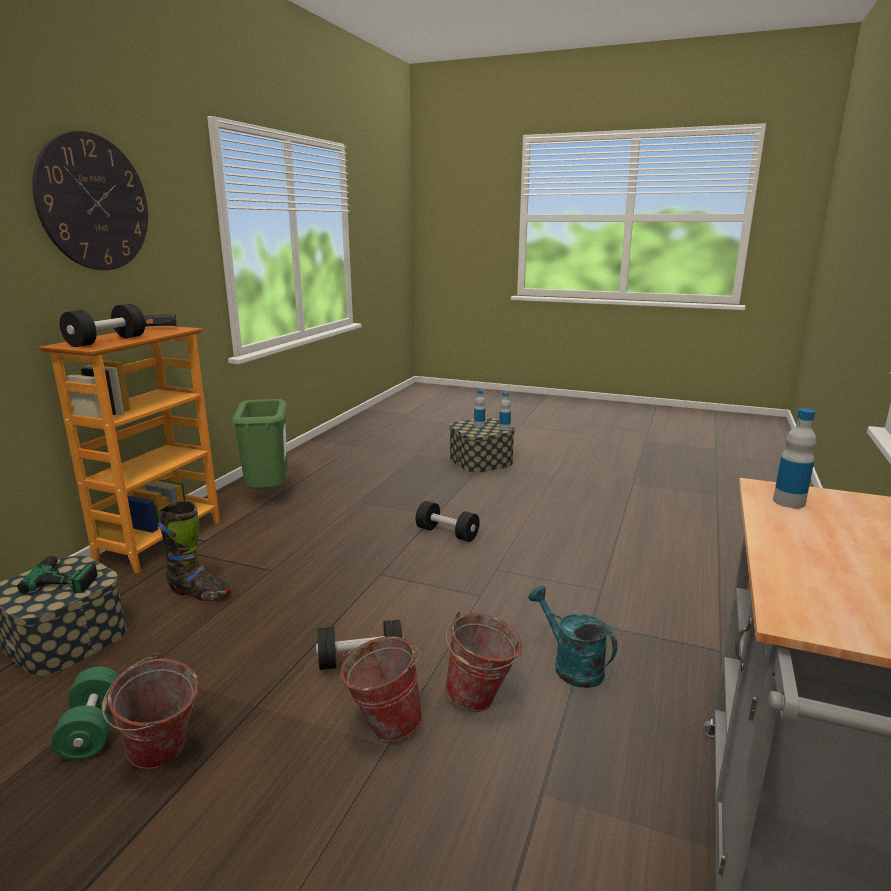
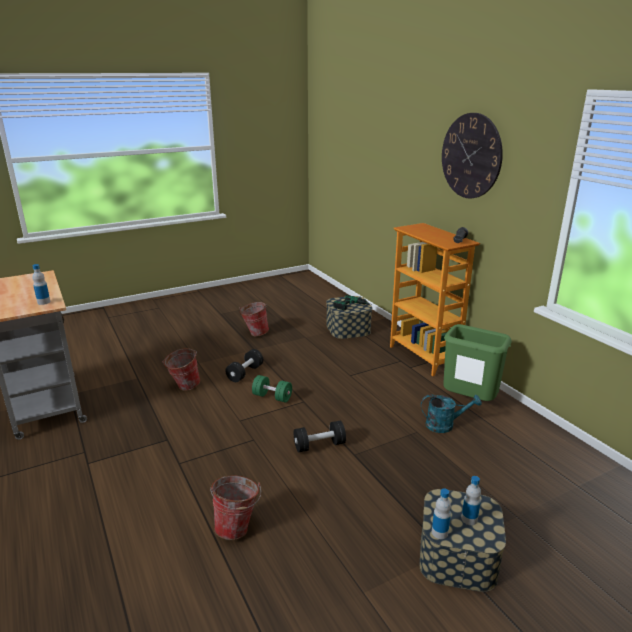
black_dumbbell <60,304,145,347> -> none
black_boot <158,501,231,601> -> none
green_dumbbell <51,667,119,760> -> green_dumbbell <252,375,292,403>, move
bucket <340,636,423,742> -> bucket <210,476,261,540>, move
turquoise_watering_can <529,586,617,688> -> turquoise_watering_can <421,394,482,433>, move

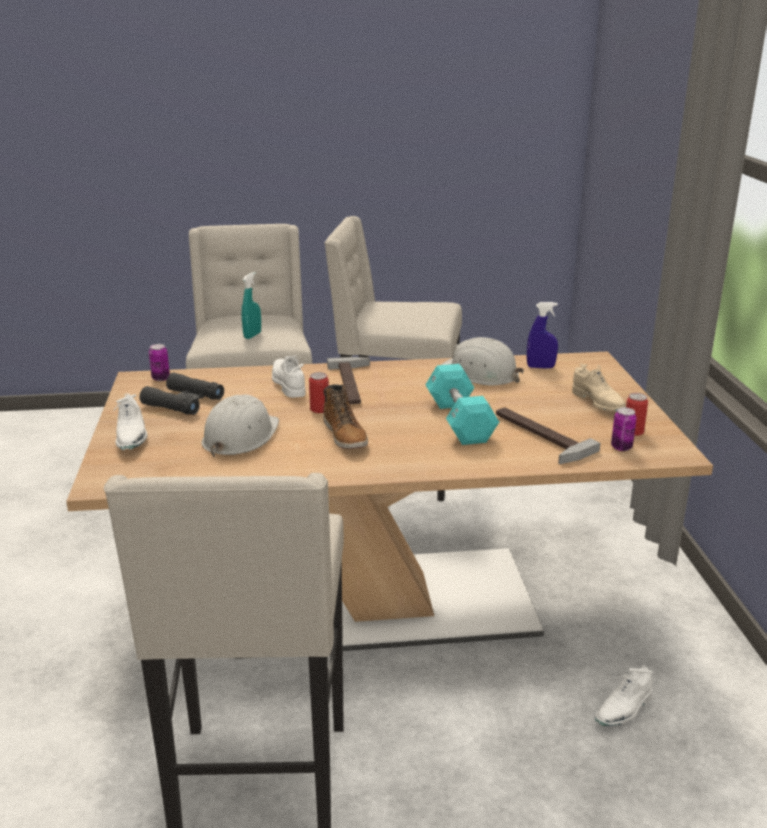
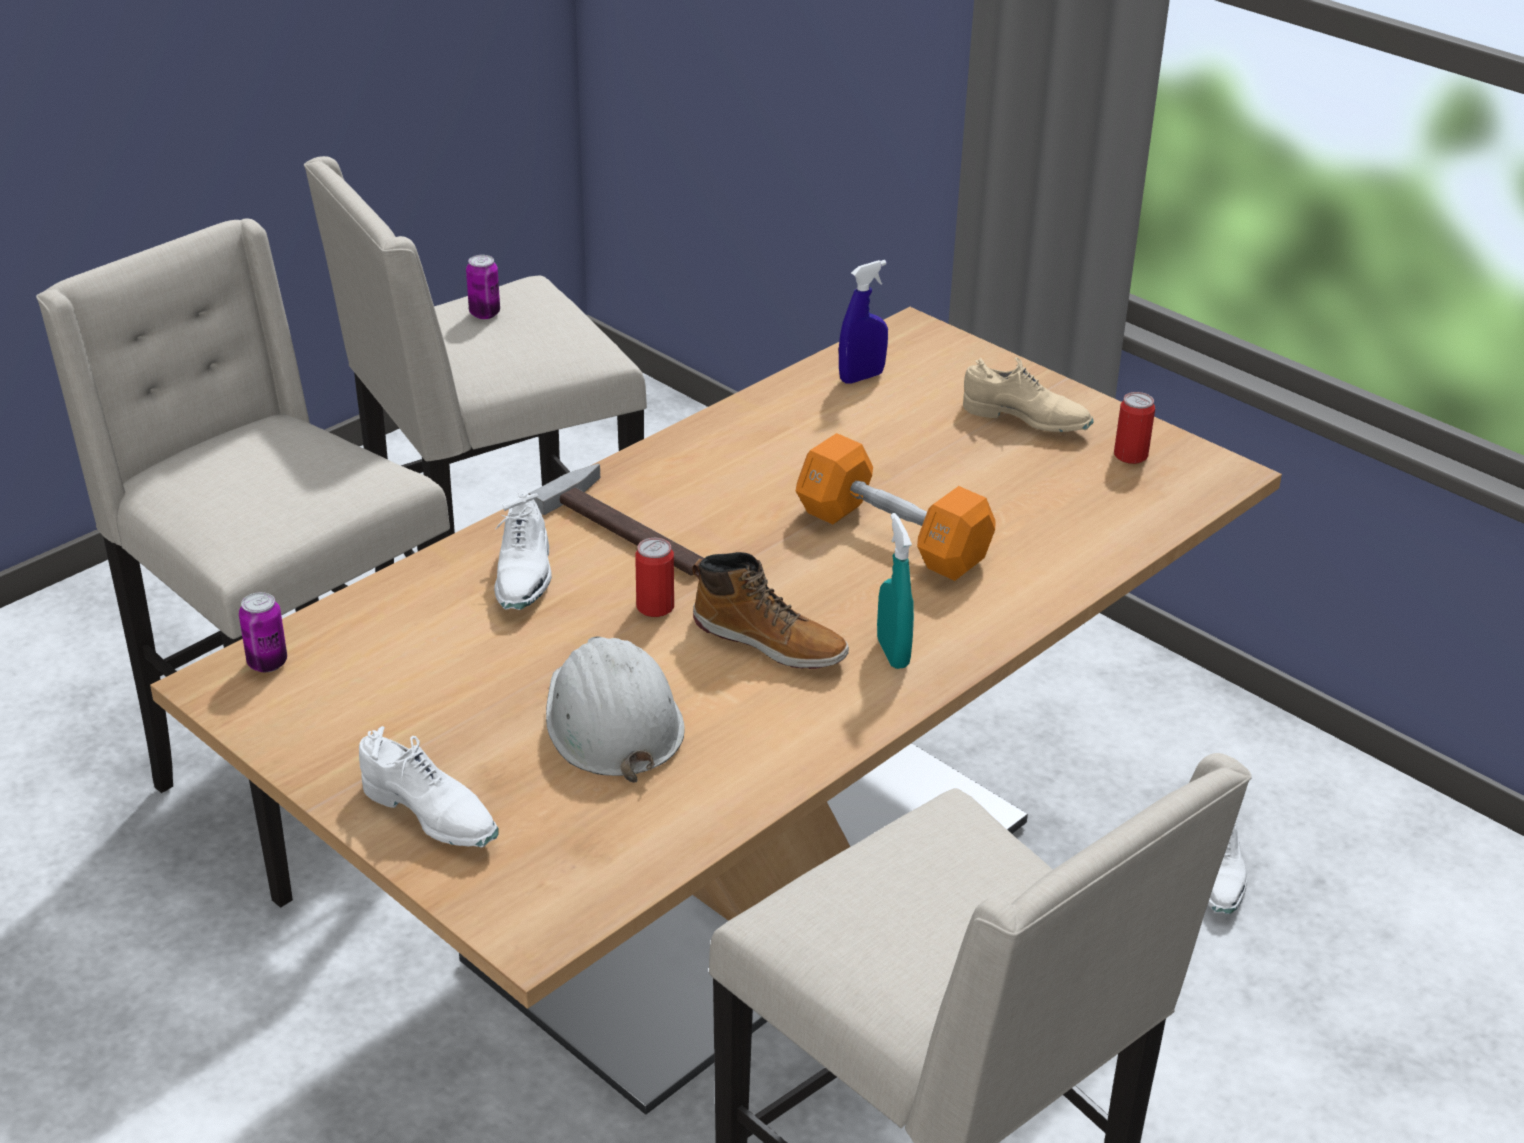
black_binoculars <140,373,224,415> -> none
white_hard_hat <441,337,524,386> -> none
hammer <496,407,600,464> -> none
turquoise_spray_bottle <242,272,261,339> -> turquoise_spray_bottle <877,513,914,669>, move
can <611,407,637,451> -> can <466,255,500,319>, move
turquoise_dumbbell <425,364,499,445> -> orange_dumbbell <796,433,996,581>
white_shoe <272,356,306,398> -> white_shoe <494,490,552,610>, 120 degrees counterclockwise

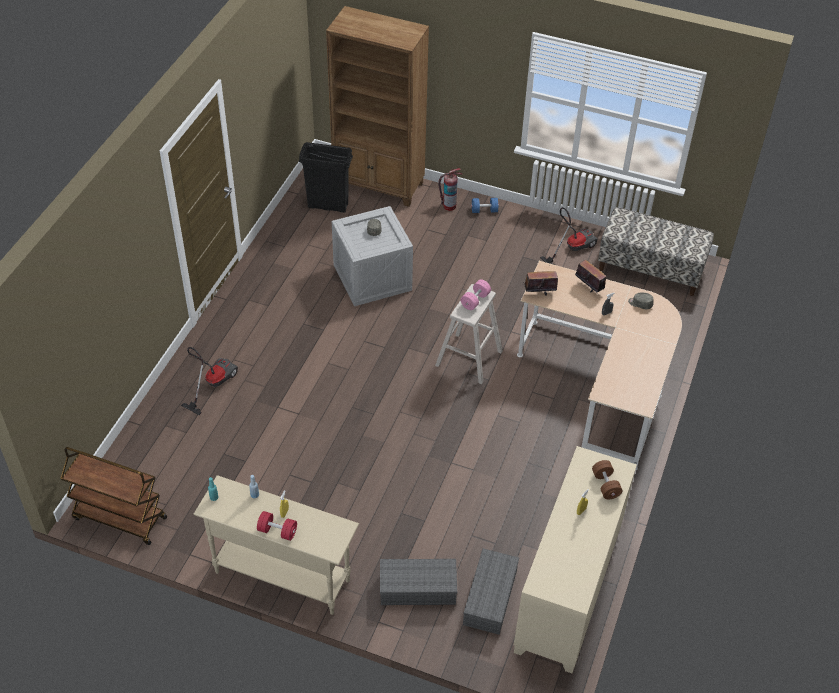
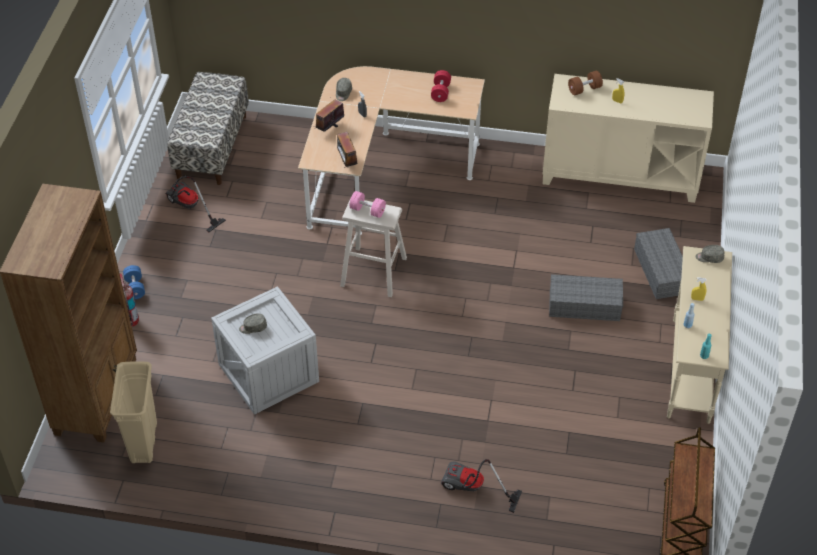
none -> grey_cap <696,245,724,263>
red_dumbbell <257,511,297,541> -> red_dumbbell <431,70,451,102>, move
grey_storage_box <463,548,519,635> -> grey_storage_box <549,274,623,321>, move
black_trash_can <299,142,353,213> -> beige_trash_can <110,361,157,463>

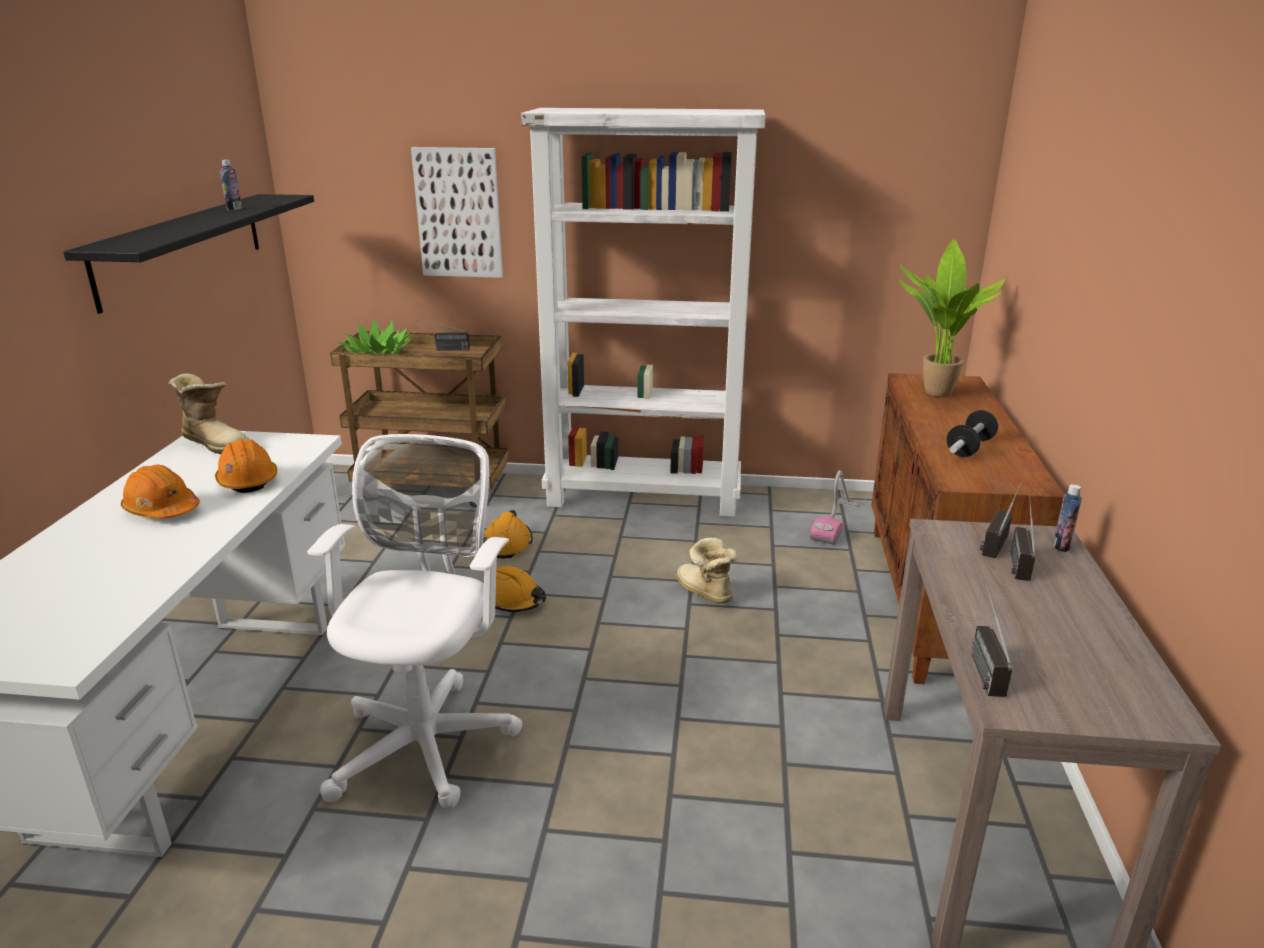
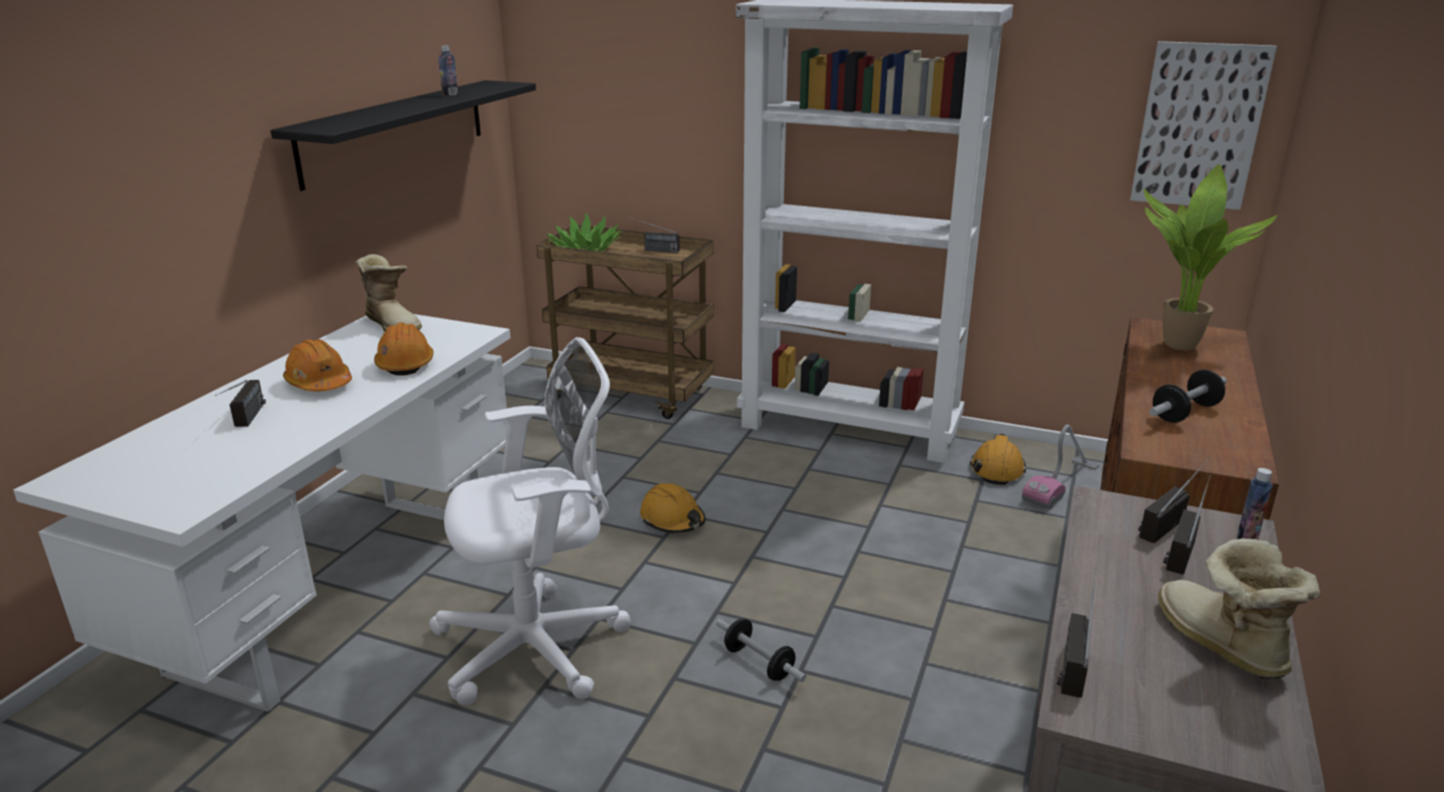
none -> radio <215,380,266,427>
none -> dumbbell <716,619,806,682>
picture <411,147,503,278> -> picture <1130,41,1277,210>, move
orange_hard_hat <483,510,533,558> -> orange_hard_hat <970,434,1026,485>, move
boot <676,538,737,604> -> boot <1158,538,1320,679>, move
white_office_chair <307,434,522,808> -> white_office_chair <429,337,631,705>, 45 degrees clockwise

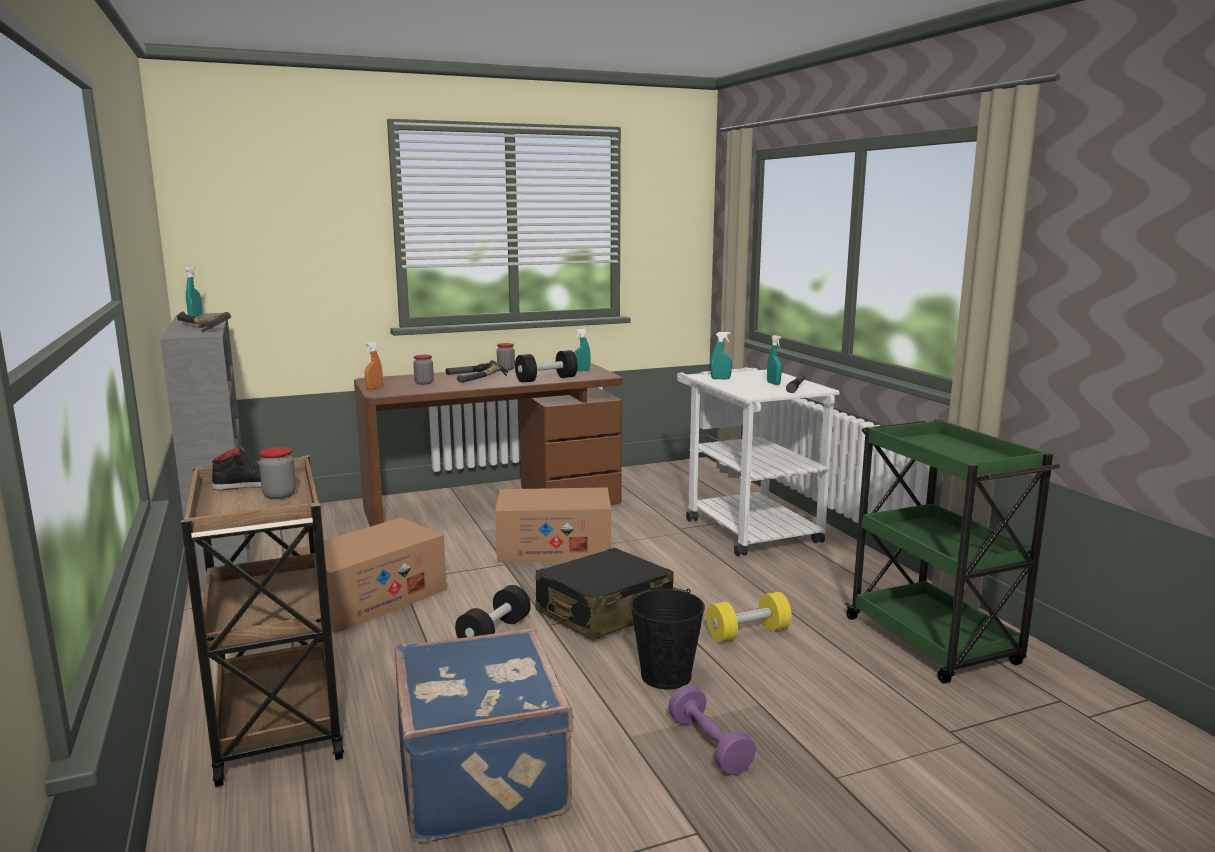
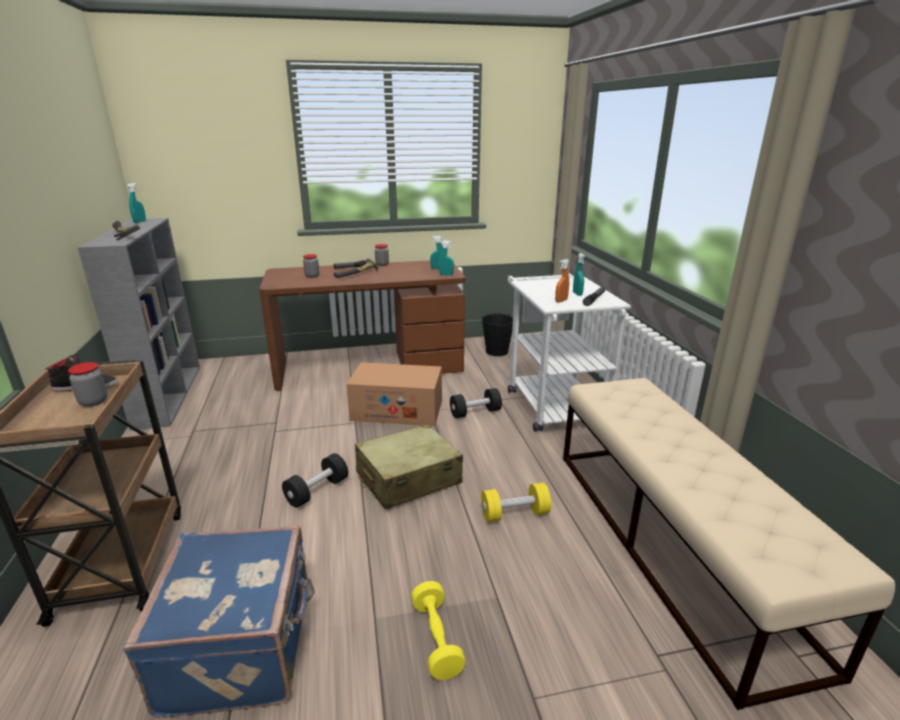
cardboard_box <290,517,447,633> -> none
orange_spray_bottle <365,342,383,389> -> orange_spray_bottle <555,259,569,302>, move
black_dumbbell <515,350,578,383> -> black_dumbbell <450,388,502,418>, move
black_bucket <630,587,705,690> -> black_bucket <482,313,513,356>, move
turquoise_spray_bottle <711,332,732,379> -> turquoise_spray_bottle <439,241,454,276>, move
green_cart <844,419,1060,684> -> beige_bench <563,378,895,710>
black_suitcase <535,548,674,641> -> beige_suitcase <355,424,463,510>
purple_dumbbell <668,685,756,775> -> yellow_dumbbell <411,581,466,680>

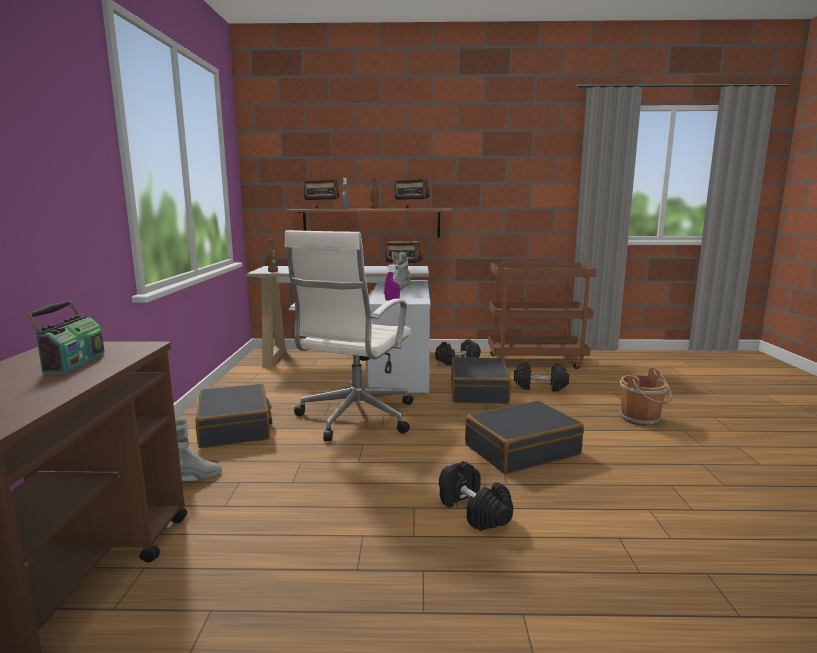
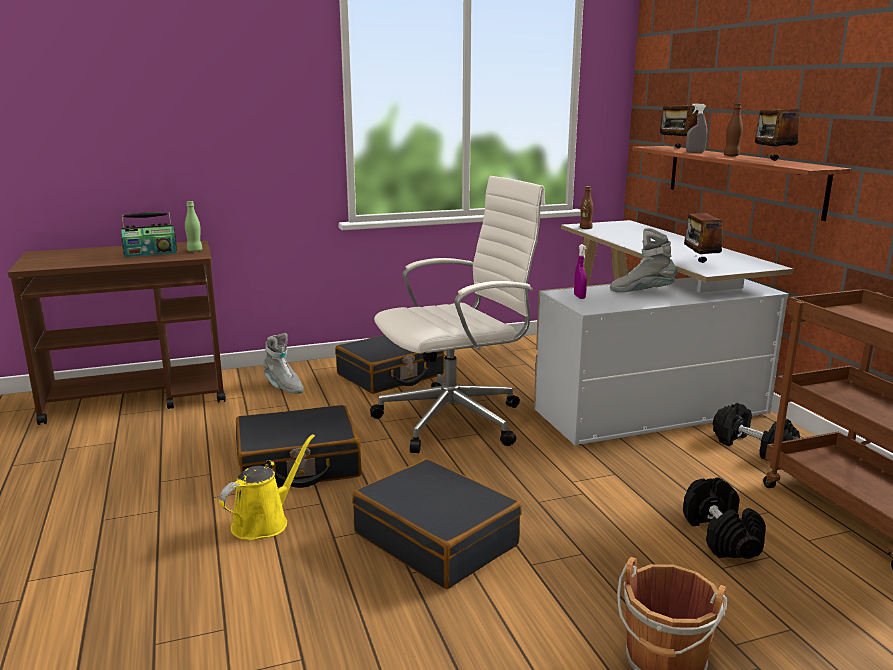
none -> green_bottle <185,201,203,252>
black_suitcase <451,357,511,404> -> black_suitcase <236,405,362,488>, move
black_dumbbell <439,461,513,531> -> yellow_watering_can <219,434,315,540>
white_office_chair <285,230,413,441> -> white_office_chair <370,176,545,453>, 150 degrees clockwise

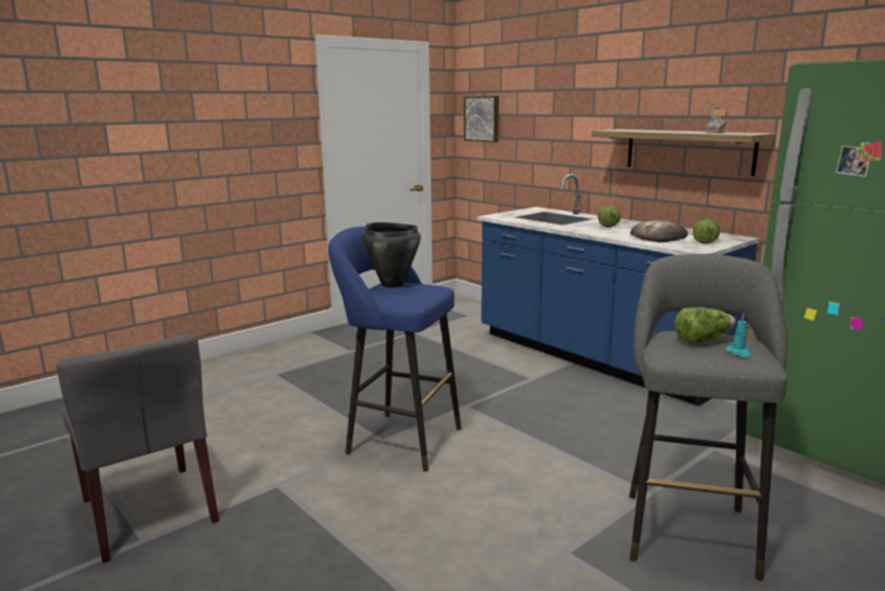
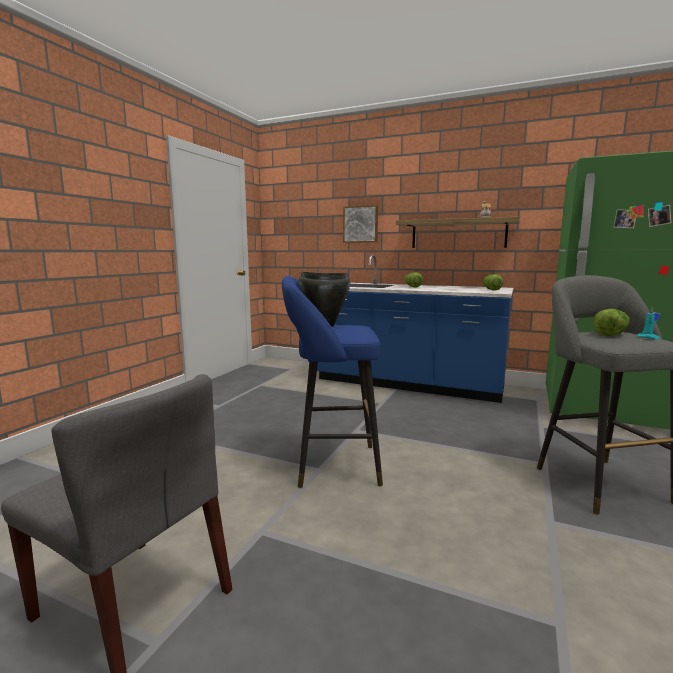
bread <630,220,688,242> -> none
picture <464,96,499,142> -> picture <343,205,378,243>, move

